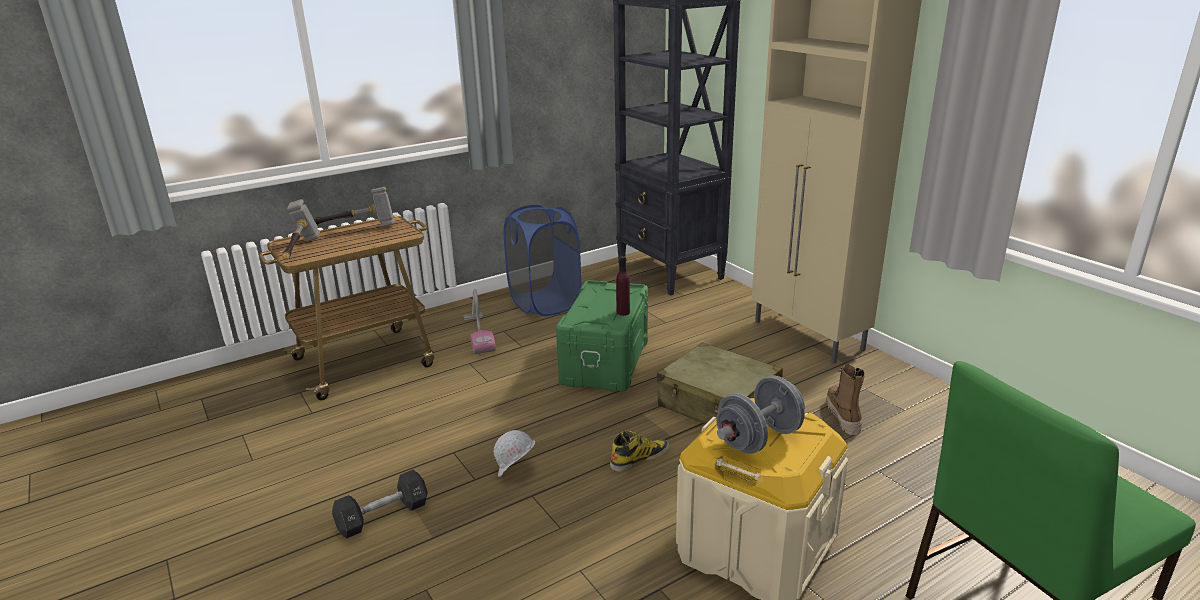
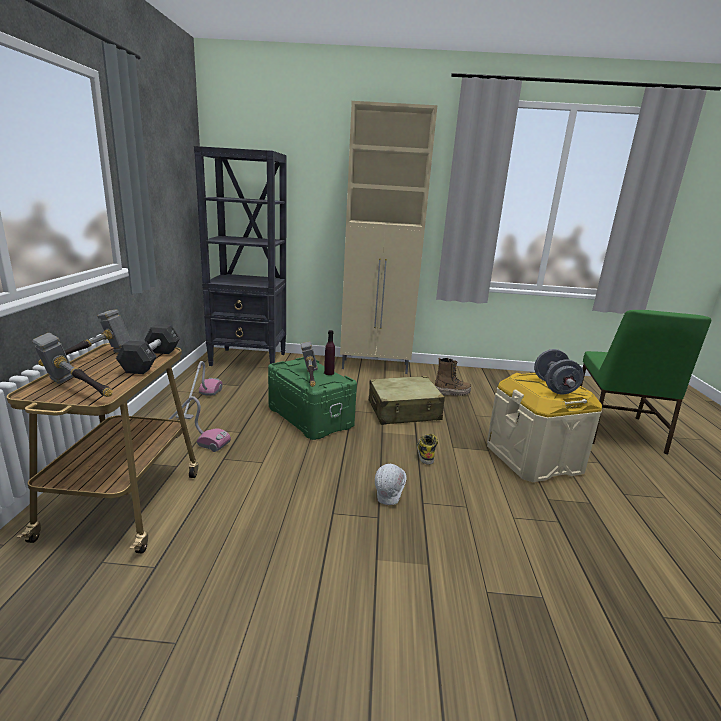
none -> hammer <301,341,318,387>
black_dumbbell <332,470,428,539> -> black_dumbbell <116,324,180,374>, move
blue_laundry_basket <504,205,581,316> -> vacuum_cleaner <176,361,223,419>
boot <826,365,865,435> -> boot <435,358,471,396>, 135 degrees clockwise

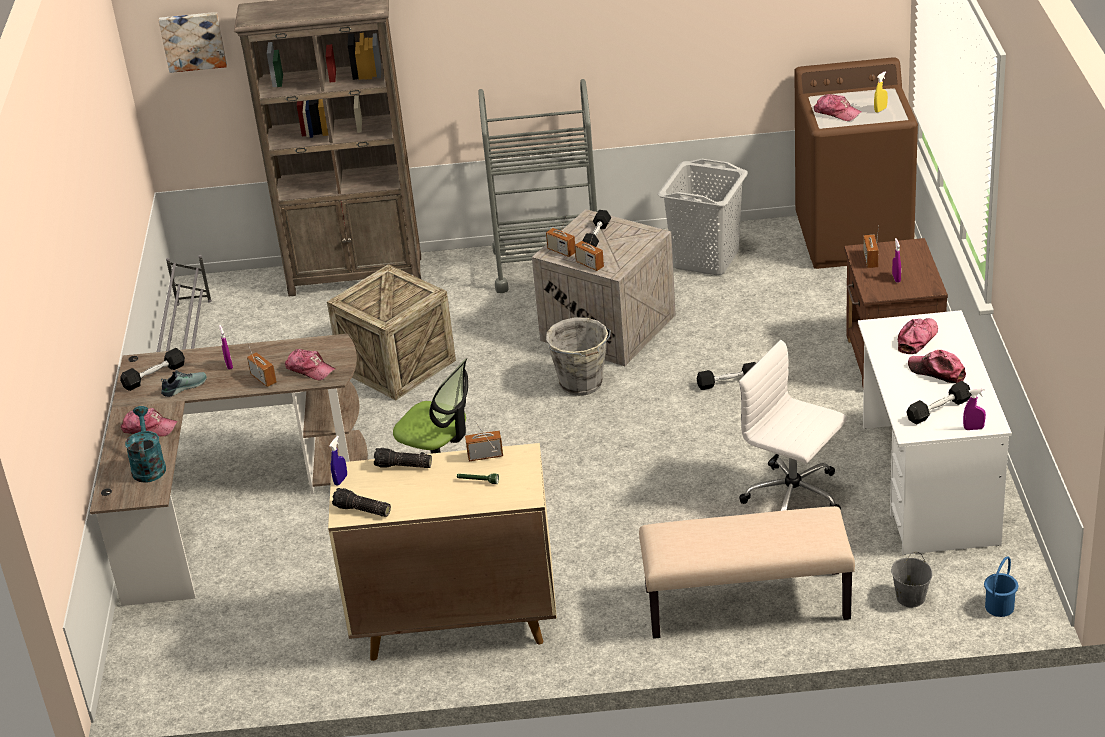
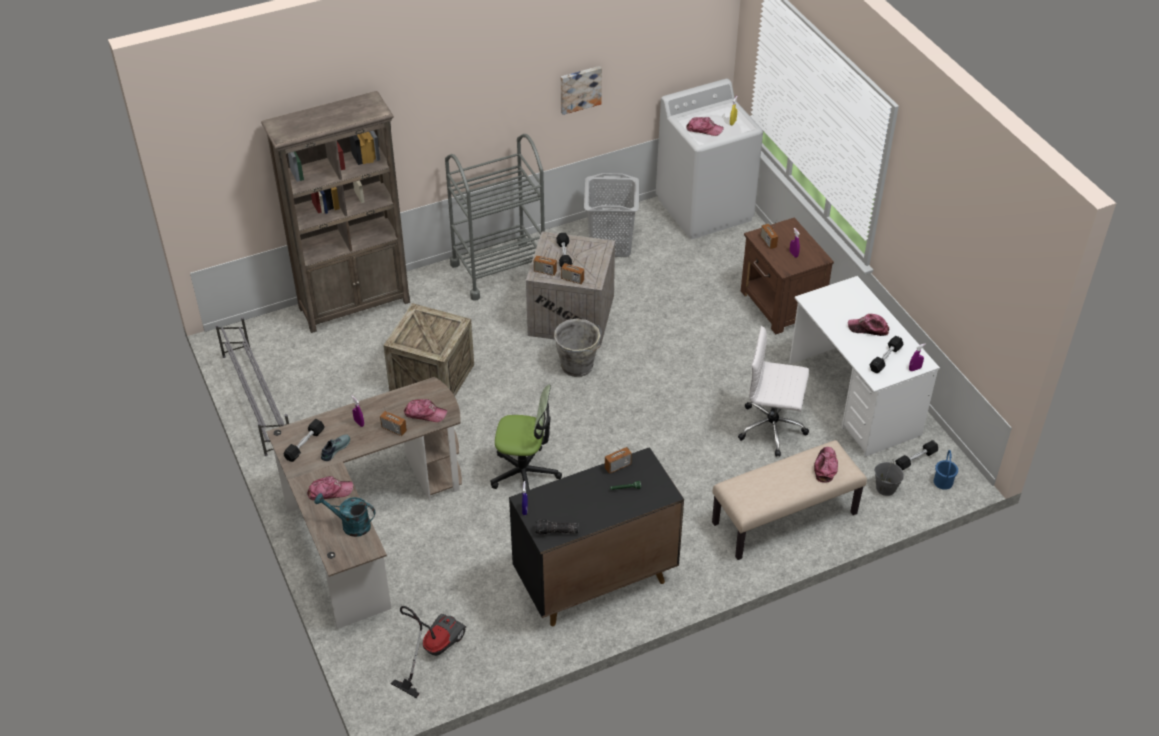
flashlight <374,448,432,468> -> none
none -> vacuum_cleaner <391,606,466,698>
picture <158,12,227,73> -> picture <561,66,602,115>, move
black_dumbbell <697,362,756,390> -> black_dumbbell <895,440,938,471>, move
cap <898,318,938,354> -> cap <814,447,838,483>, move
beige_cabinet <328,443,557,661> -> black_cabinet <509,447,684,626>
brown_washing_machine <795,57,918,269> -> white_washing_machine <656,79,763,239>
turquoise_watering_can <125,406,166,483> -> turquoise_watering_can <314,493,375,537>, 45 degrees counterclockwise

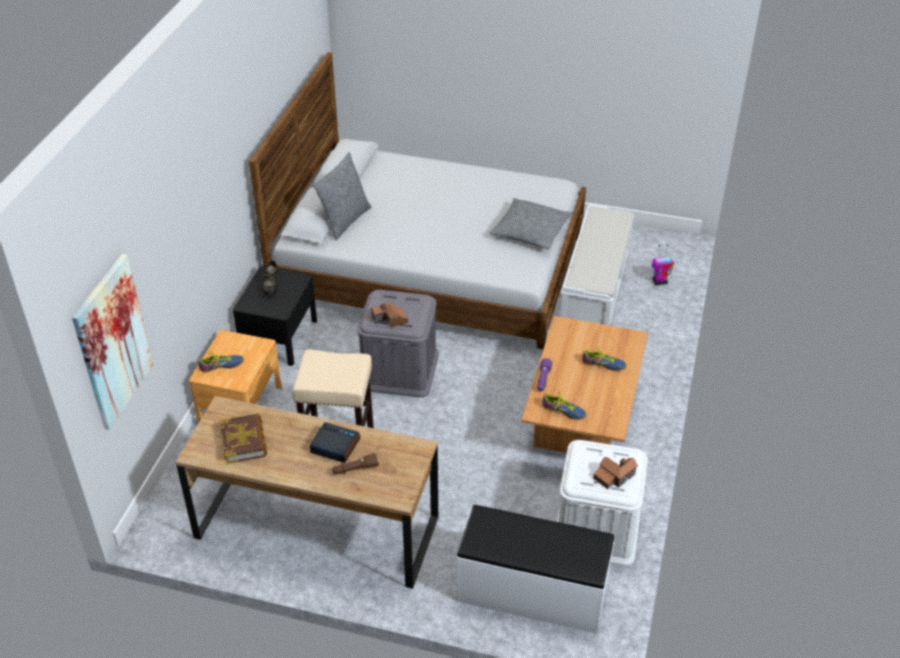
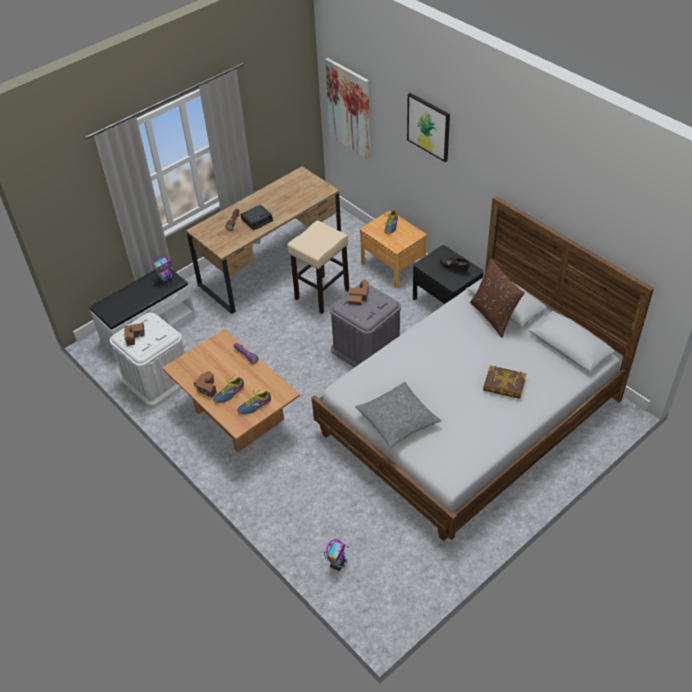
white_bench <560,204,635,325> -> none
none -> toy_robot <153,255,173,284>
none -> toy_house <194,371,217,398>
none -> picture <407,93,450,162>
book <220,414,267,464> -> book <483,365,527,399>, move
shoe <542,392,587,420> -> shoe <237,388,271,414>, move
grey_pillow <313,152,372,240> -> brown_pillow <470,259,525,338>

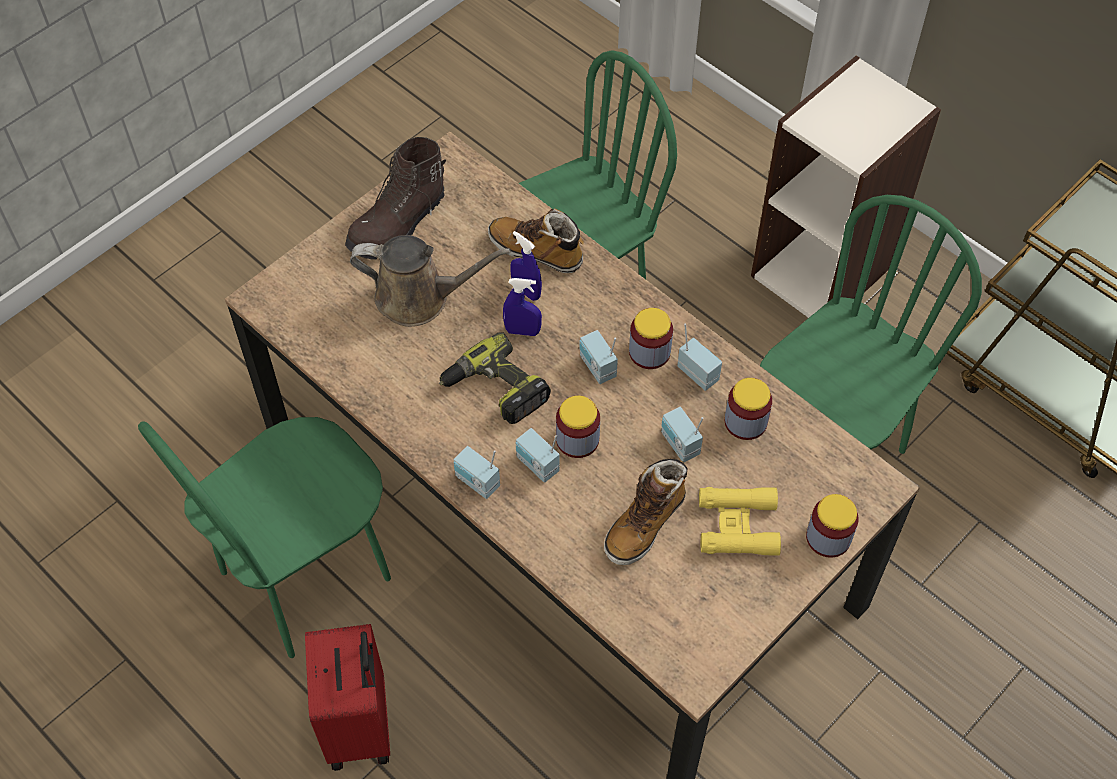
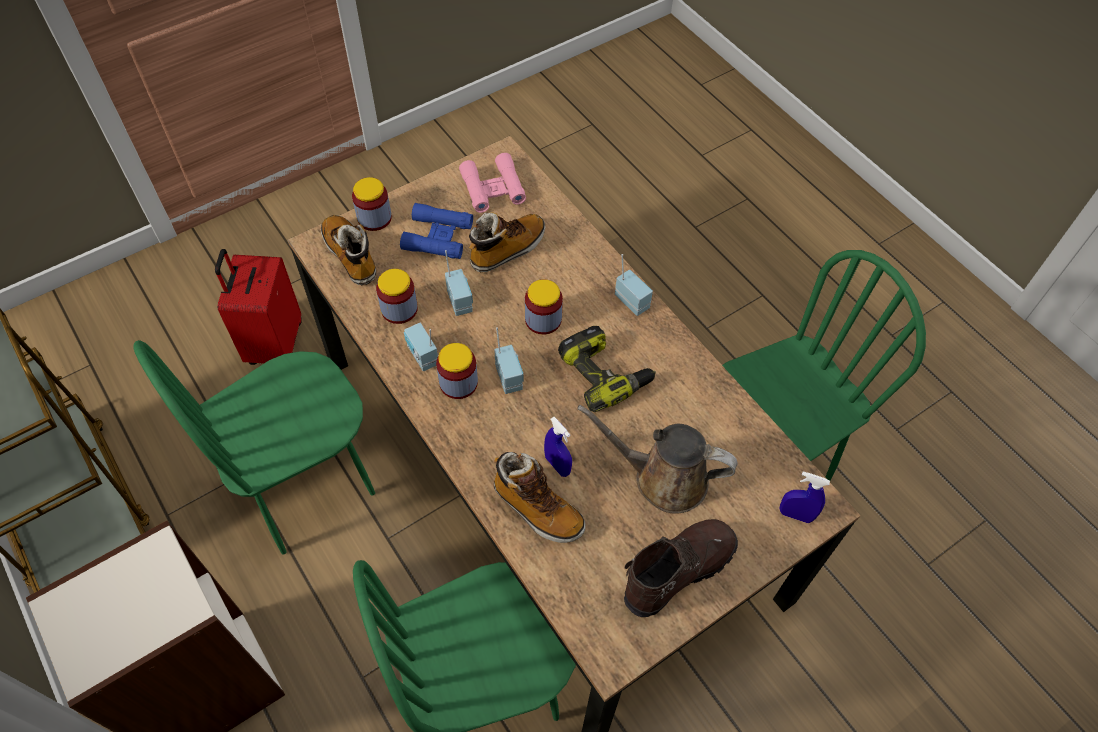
radio <516,428,560,483> -> none
none -> boot <321,215,376,285>
none -> pink_binoculars <459,153,526,213>
red_suitcase <305,624,390,771> -> red_suitcase <215,249,302,365>, move
blue_spray_bottle <503,278,542,336> -> blue_spray_bottle <779,472,830,523>, move
yellow_binoculars <699,487,781,556> -> blue_binoculars <400,203,473,259>

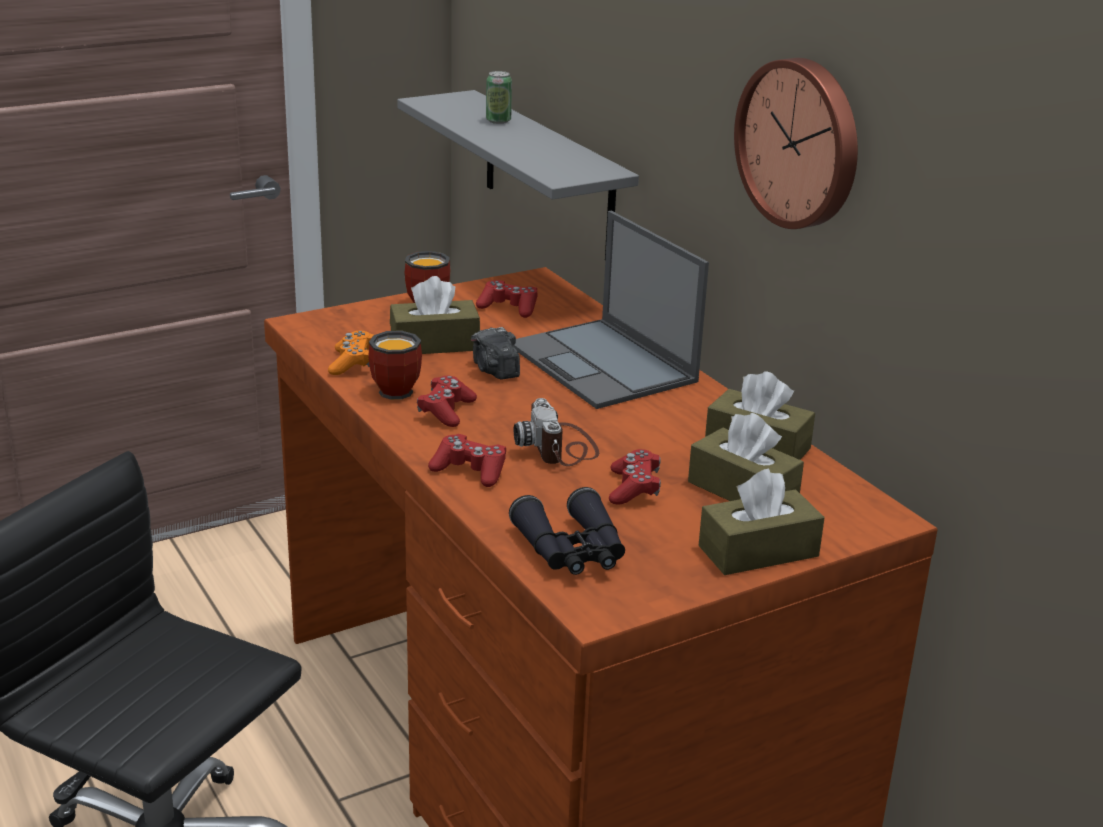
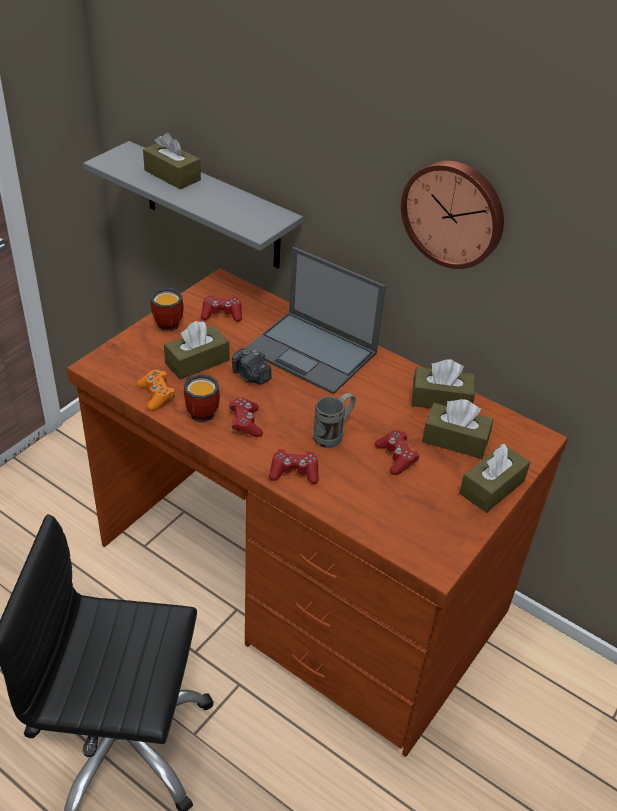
black_binoculars <509,487,625,575> -> none
can <486,71,512,124> -> brown_tissue_box <143,133,201,190>
photo_camera <514,398,599,466> -> grey_mug <313,393,356,448>

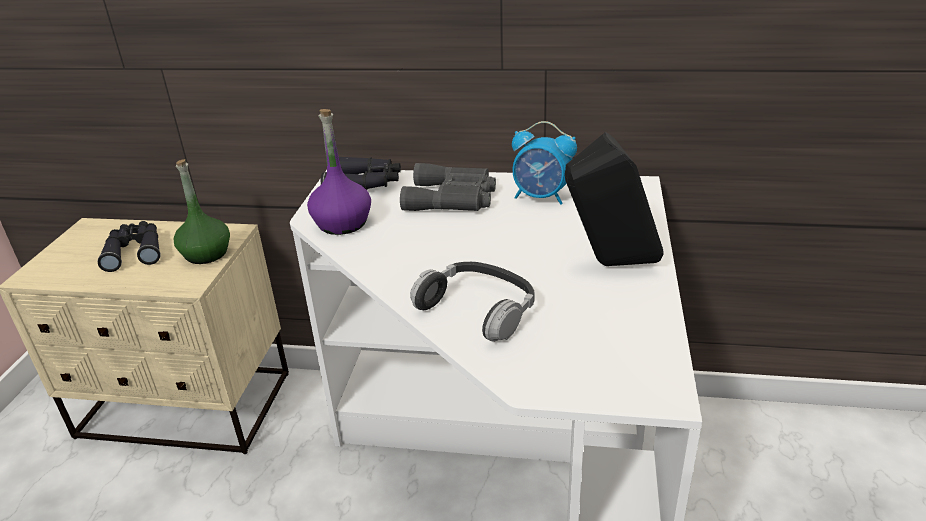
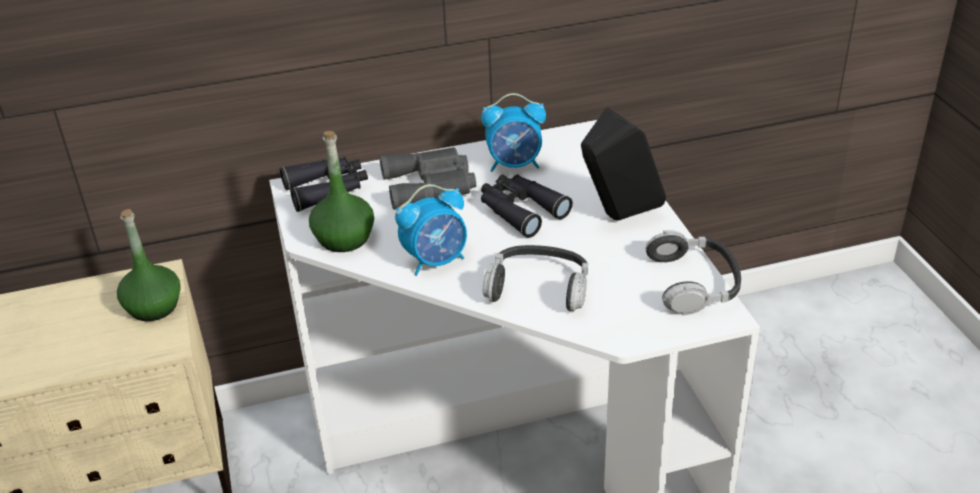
none -> alarm_clock <395,184,467,276>
none -> headphones <645,230,741,315>
black_binoculars <98,221,161,272> -> black_binoculars <481,175,573,238>, move
purple_bottle <307,109,371,235> -> green_bottle <309,131,374,252>

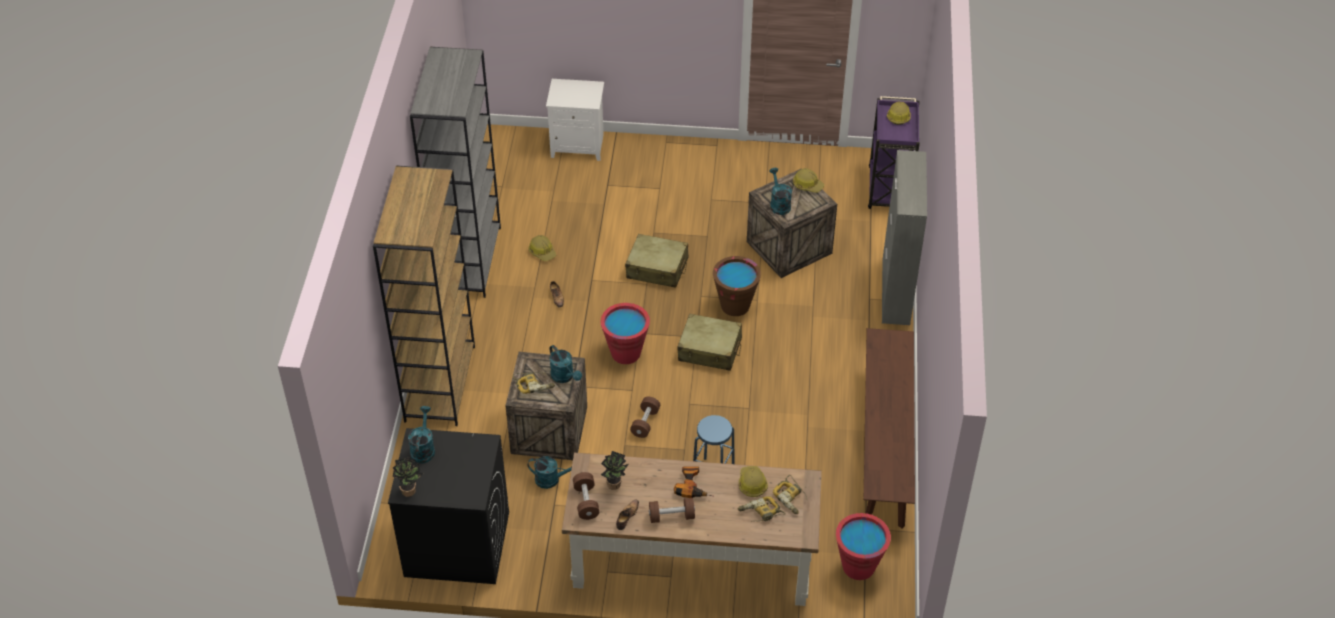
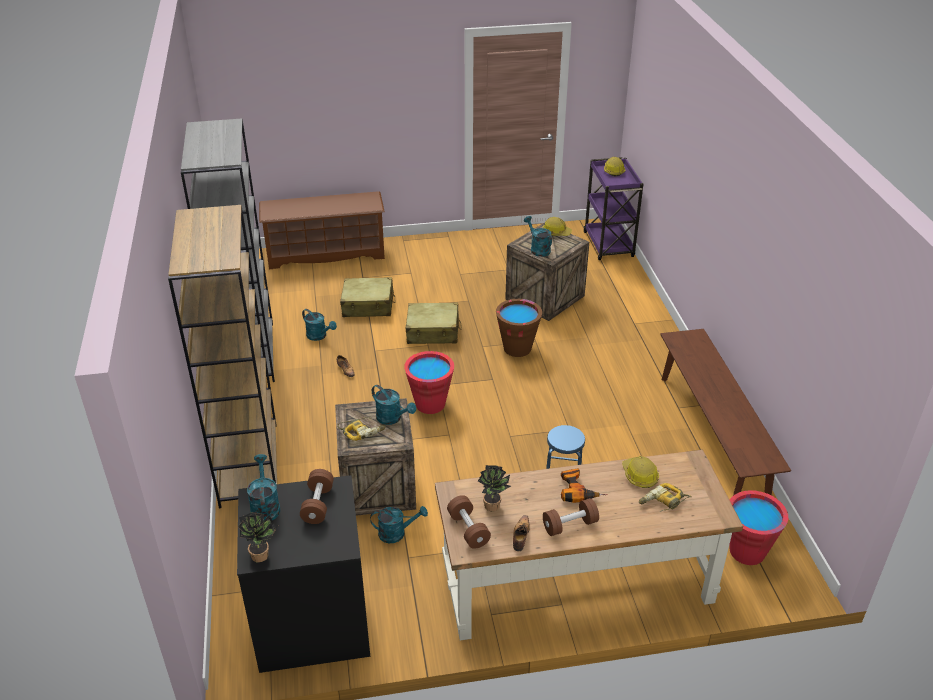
power_drill <773,475,808,514> -> none
grey_cabinet <882,150,927,325> -> none
brown_dumbbell <630,397,660,438> -> brown_dumbbell <300,469,334,524>, move
beige_suitcase <677,314,742,371> -> beige_suitcase <340,277,396,317>, move
hard_hat <528,235,556,261> -> turquoise_watering_can <302,309,337,341>
white_nightstand <546,79,604,161> -> brown_shoe_rack <259,191,385,269>

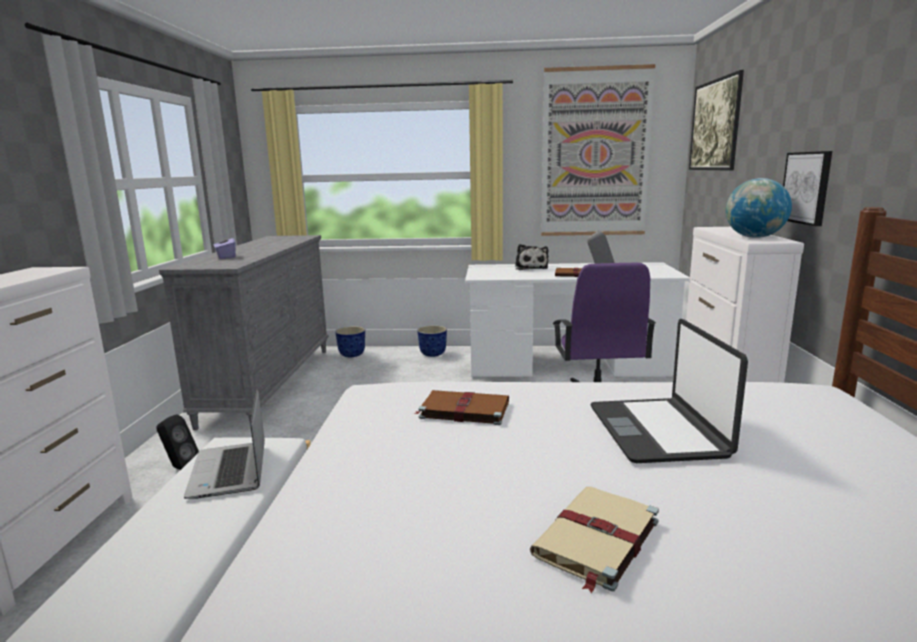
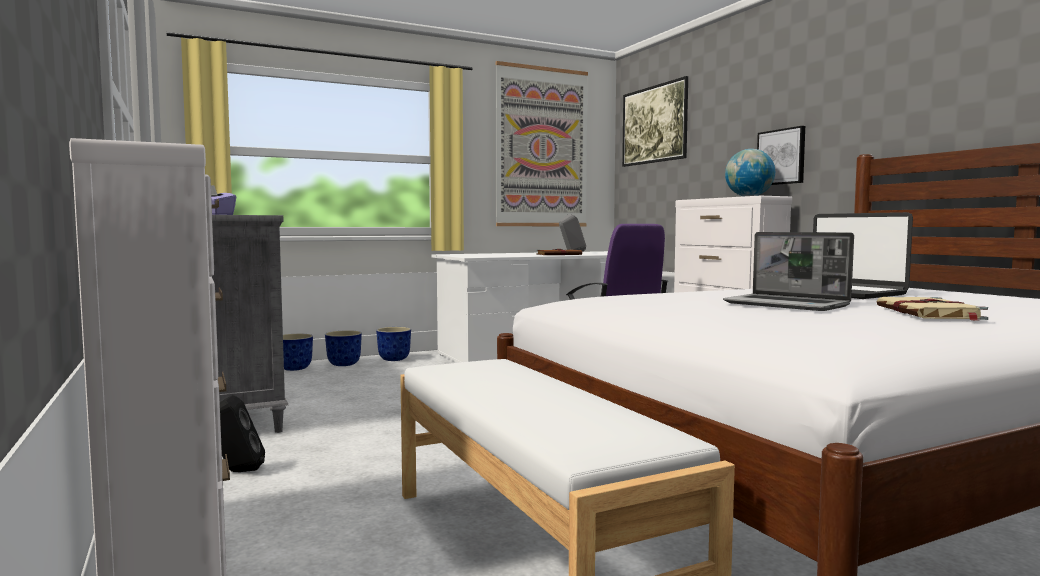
brown_book <414,390,509,425> -> none
plush_toy <515,244,548,270> -> none
none -> planter <325,330,362,366>
laptop <184,389,265,499> -> laptop <723,232,854,311>, move

